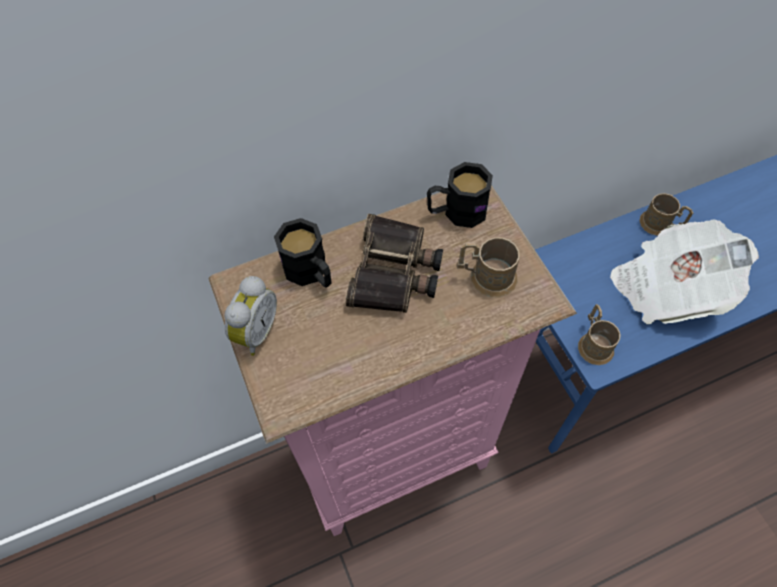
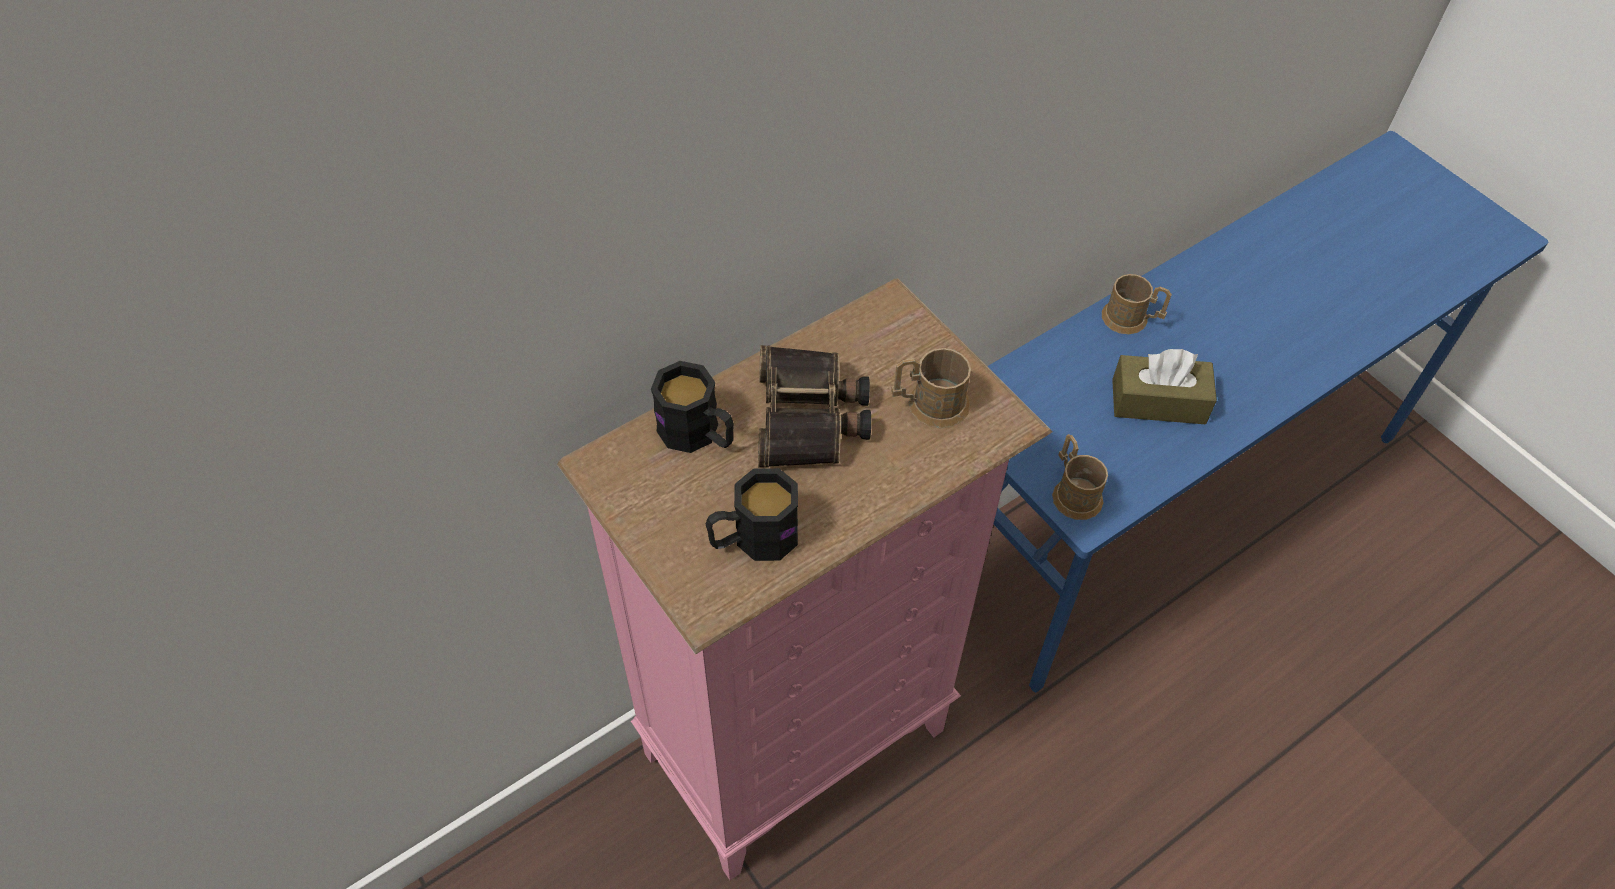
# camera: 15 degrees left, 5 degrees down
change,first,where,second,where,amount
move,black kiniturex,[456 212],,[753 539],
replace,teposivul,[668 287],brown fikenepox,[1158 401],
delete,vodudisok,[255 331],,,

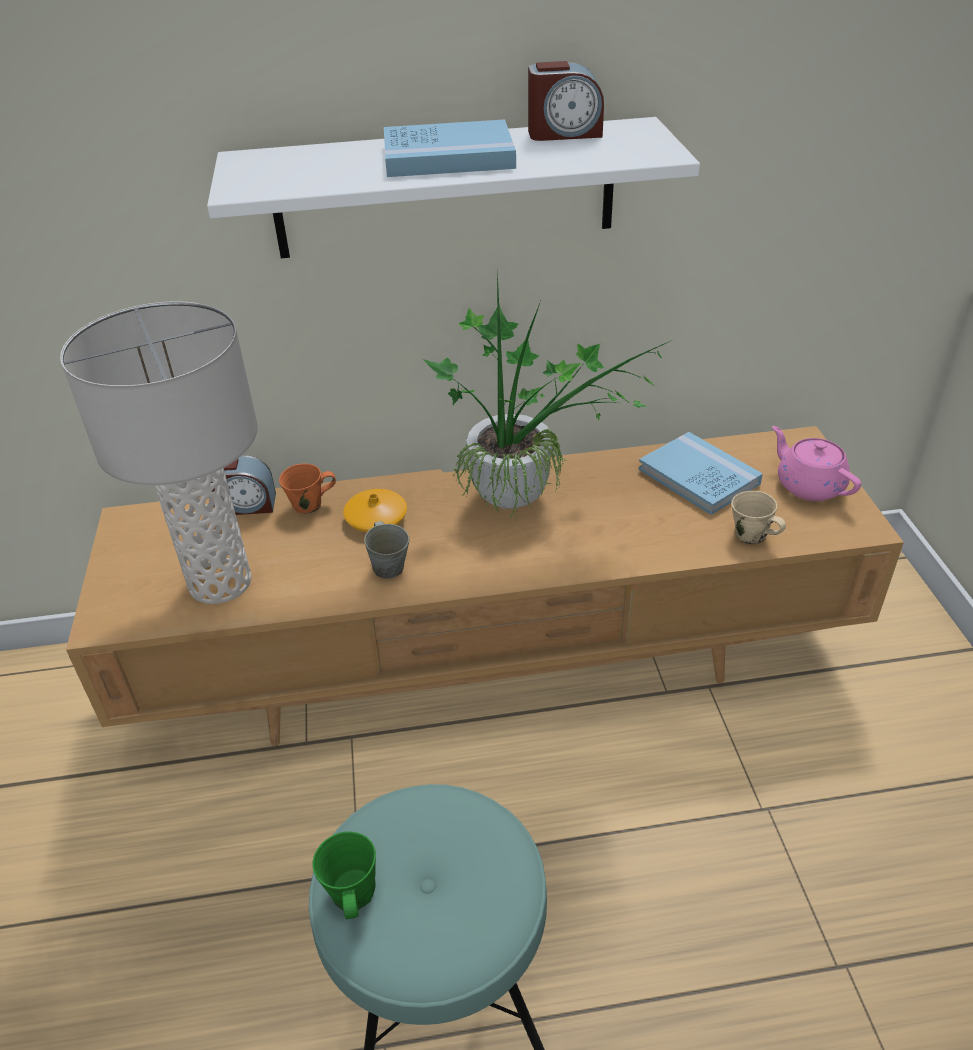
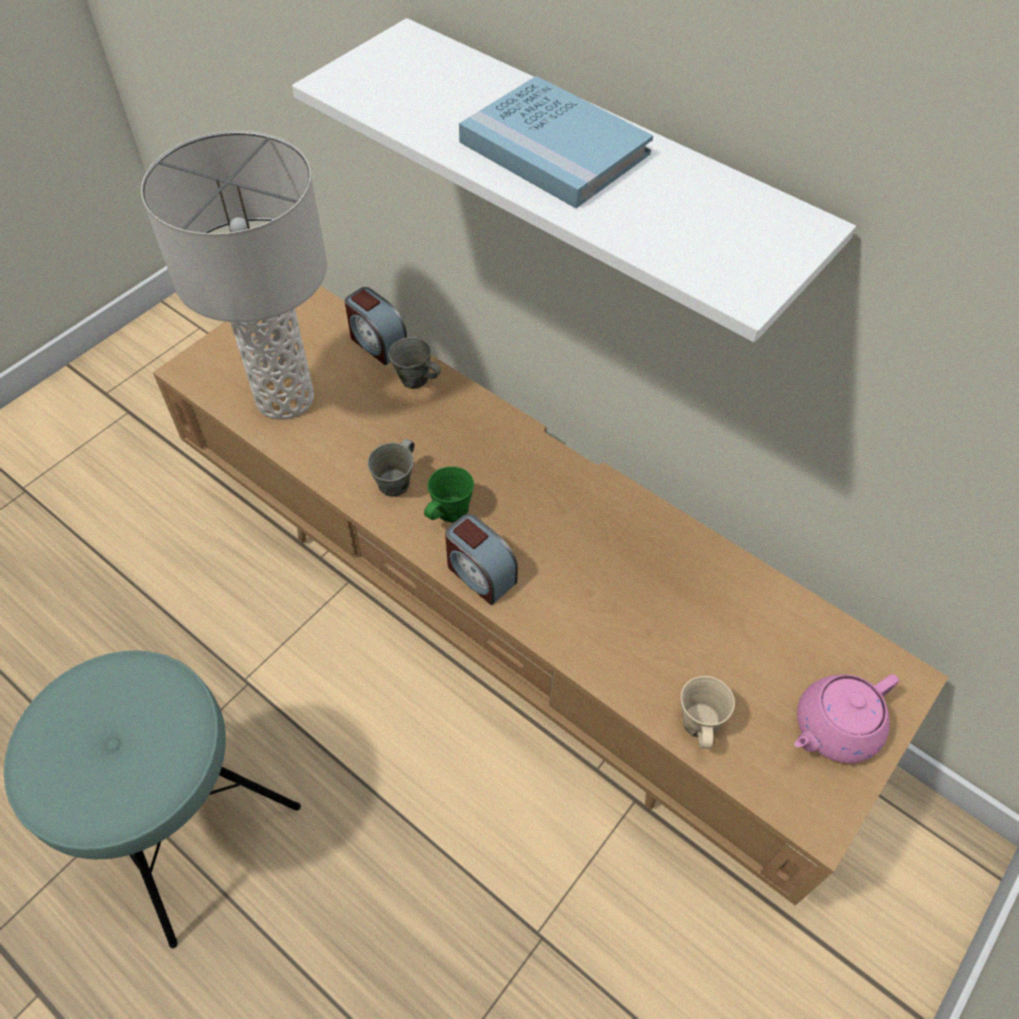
# camera: 45 degrees right, 15 degrees up
change,first,where,second,where,amount
move,vodudisok,[564 133],,[480 573],
delete,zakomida,[527 494],,,
rotate,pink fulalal,[808 485],,[834 728],135 degrees counterclockwise
delete,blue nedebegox,[698 476],,,
recolor,orange kiniturex,[309 505],grey kiniturex,[415 380],
delete,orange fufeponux,[376 518],,,
move,green kiniturex,[352 895],,[449 511],

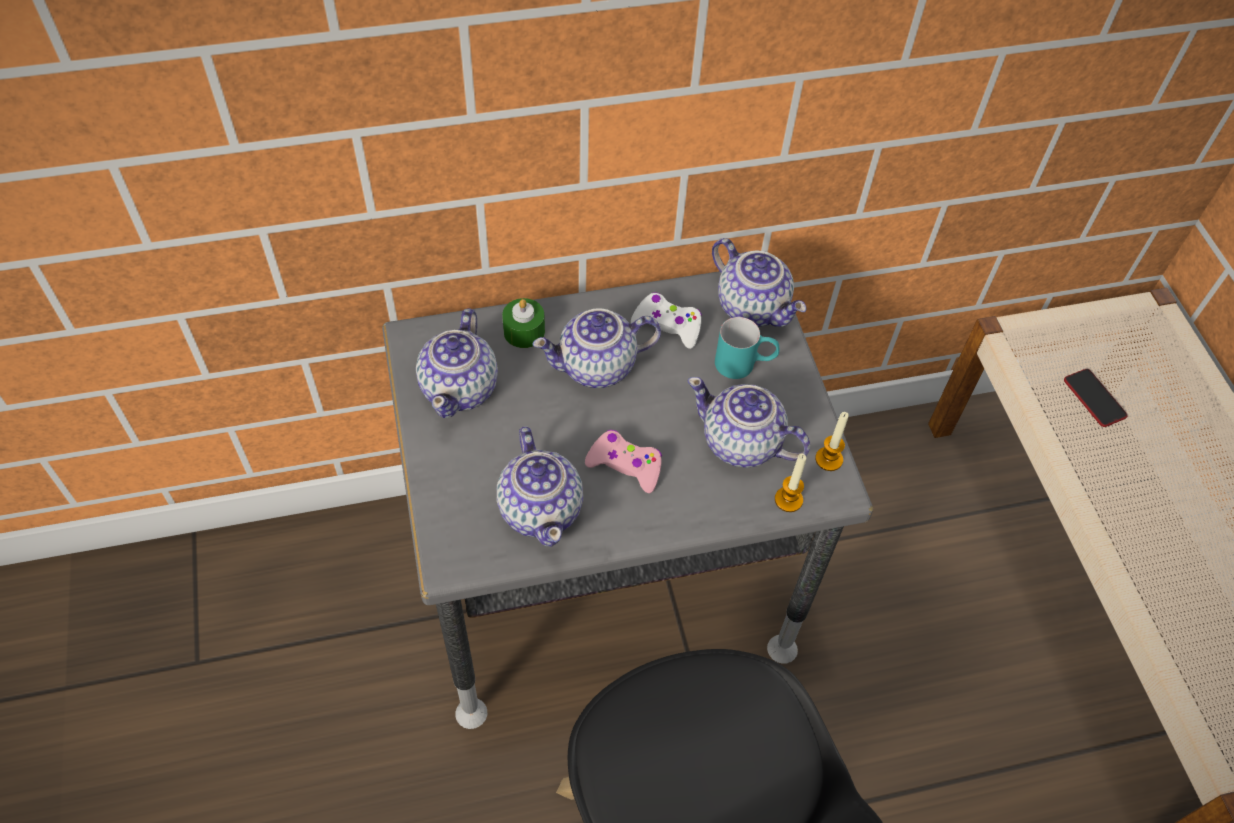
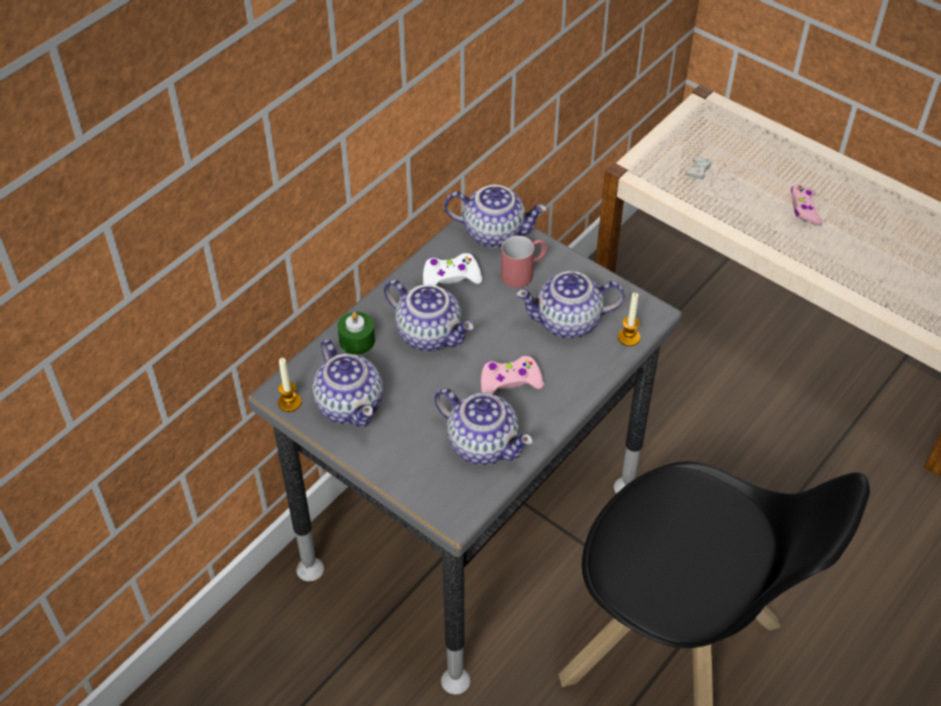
# camera: 35 degrees left, 5 degrees down
change,first,where,second,where,amount
rotate,fulalal,[596 368],,[430 333],90 degrees counterclockwise
recolor,turquoise kiniturex,[744 364],red kiniturex,[524 272],
replace,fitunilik,[1094 398],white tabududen,[717 180],
move,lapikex,[829 459],,[289 402],
insert,,,pink tabududen,[804 209],

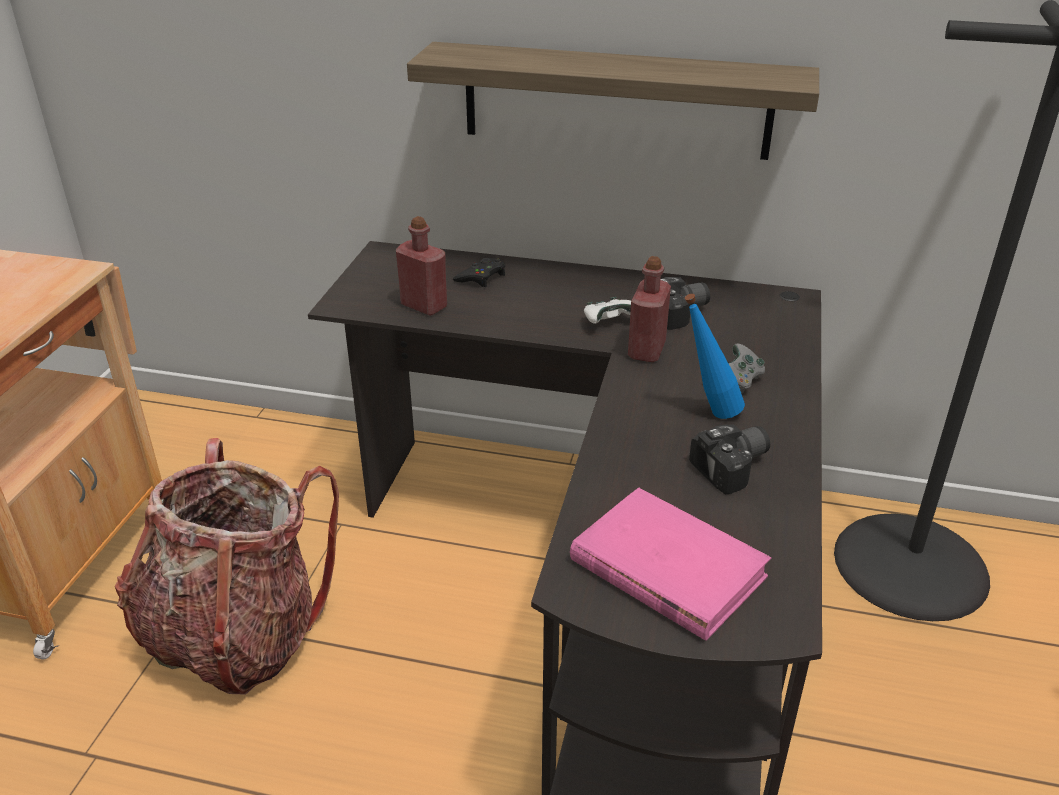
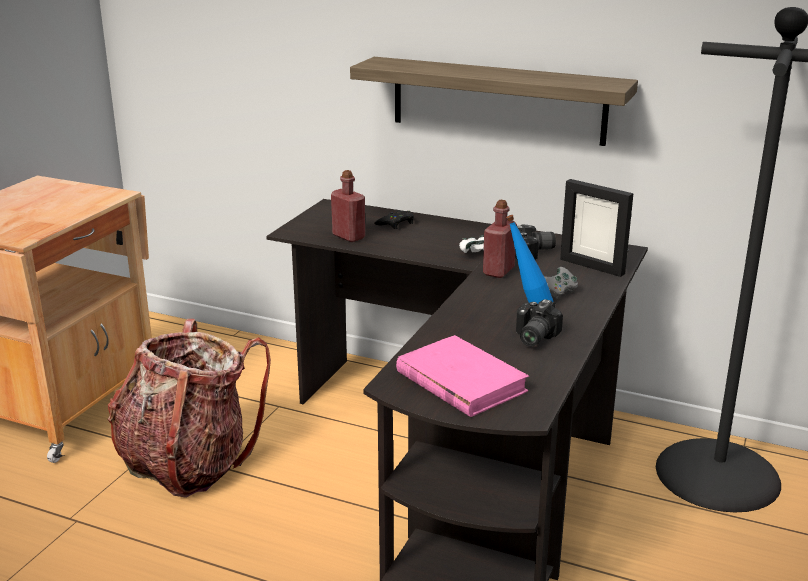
# camera: 10 degrees right, 10 degrees down
change,first,where,second,where,amount
rotate,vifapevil,[734 468],,[532 337],135 degrees clockwise
insert,,,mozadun,[592 266],

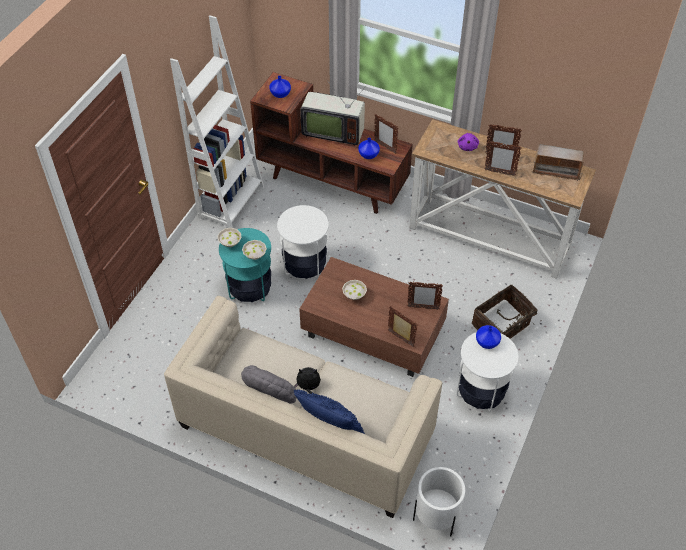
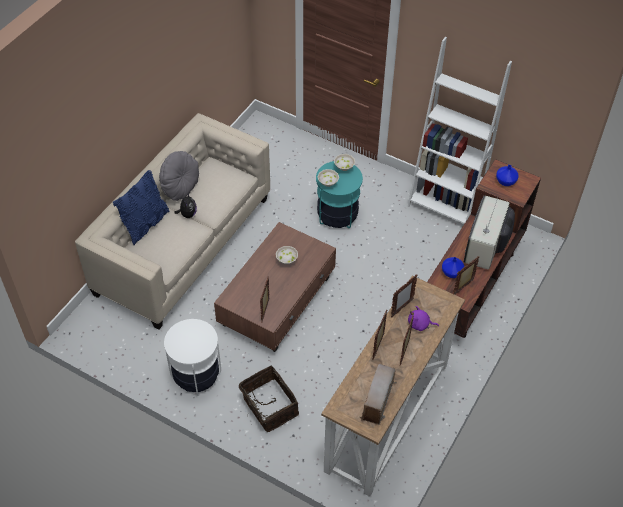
# camera: 95 degrees right, 0 degrees up
change,first,where,second,where,amount
delete,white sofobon,[305 265],,,
move,mozadun,[401 339],,[401 308],
delete,blue fufeponux,[487 343],,,
delete,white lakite,[436 518],,,

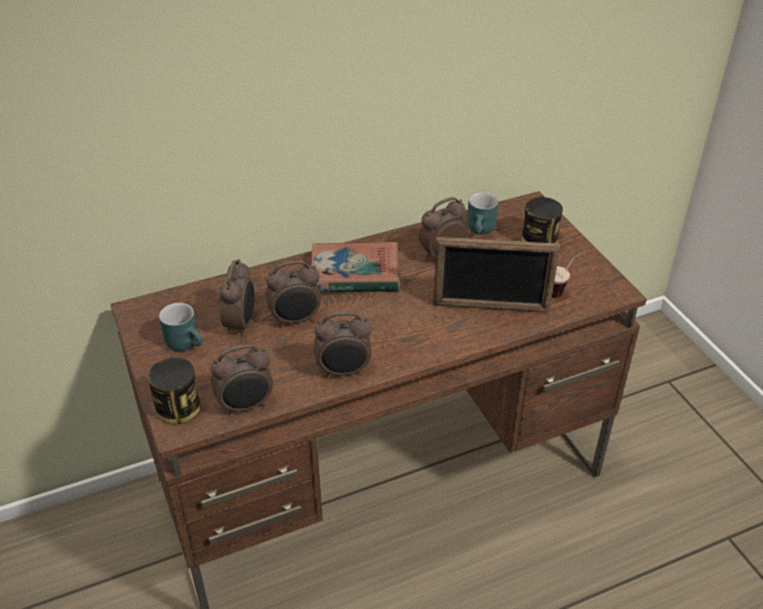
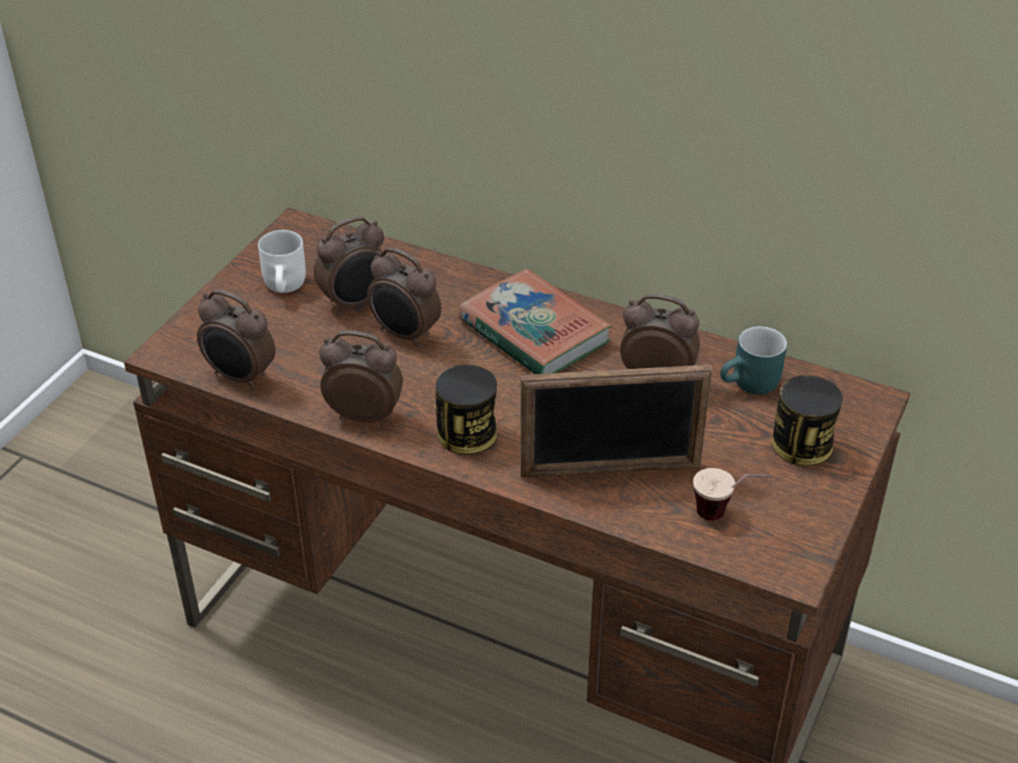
# camera: 50 degrees right, 0 degrees up
change,first,where,second,where,amount
rotate,mozadun,[490 308],,[610 470],60 degrees counterclockwise
recolor,turquoise kiniturex,[187 342],white kiniturex,[287 286],
rotate,vodudisok,[344 372],,[364 415],150 degrees clockwise
move,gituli,[178 407],,[467 434],

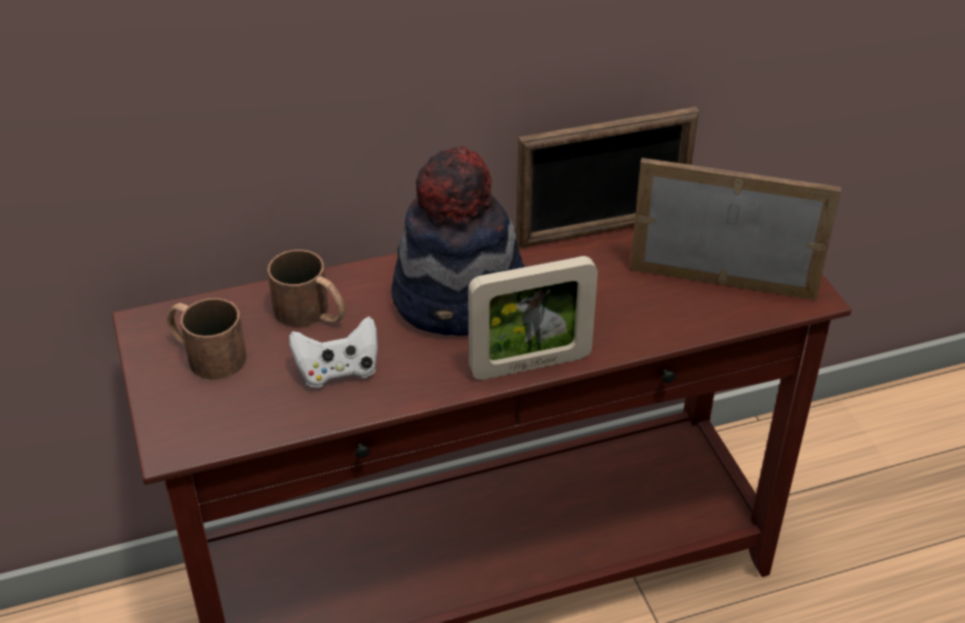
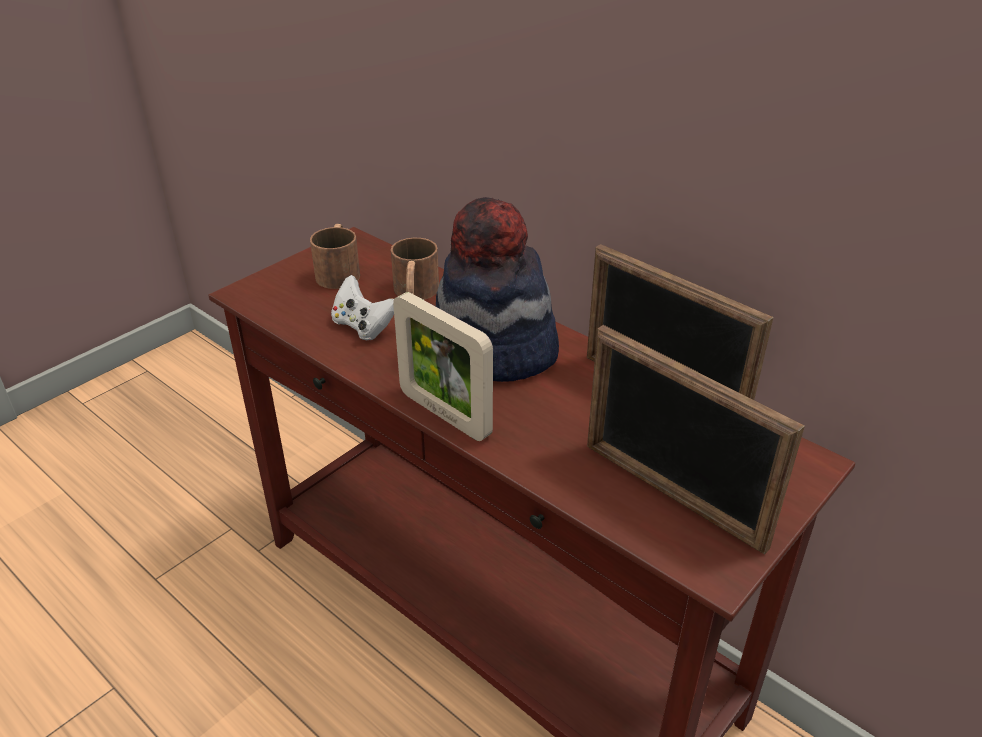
# camera: 60 degrees right, 5 degrees down
change,first,where,second,where,amount
rotate,mozadun,[722 281],,[671 495],150 degrees clockwise

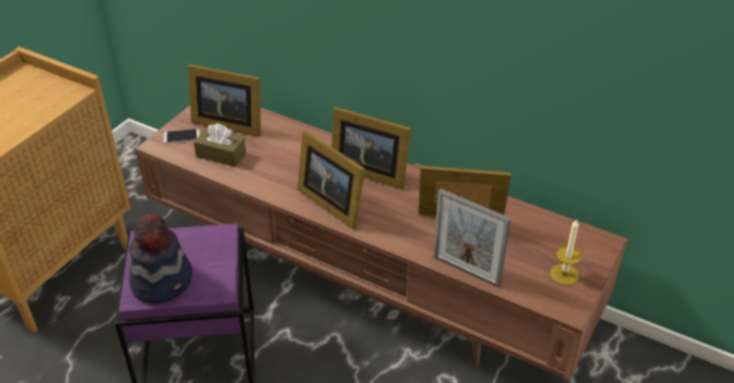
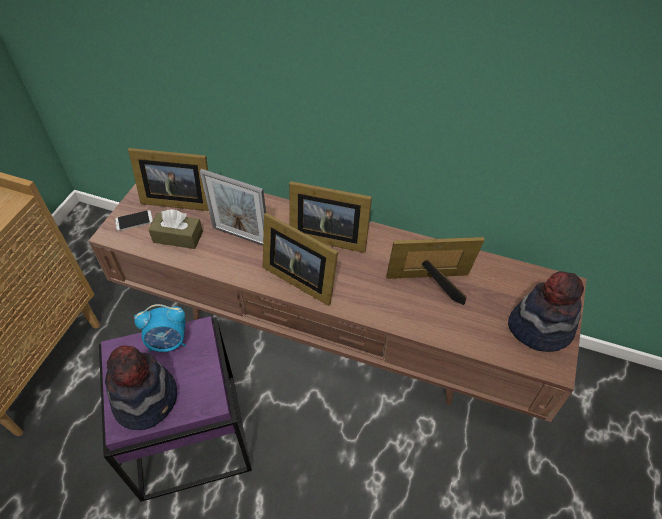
# camera: 10 degrees left, 10 degrees up
change,first,where,second,where,amount
move,mozadun,[466 271],,[241 236],
replace,lapikex,[564 274],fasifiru,[540 327],
insert,,,vodudisok,[168 342],

